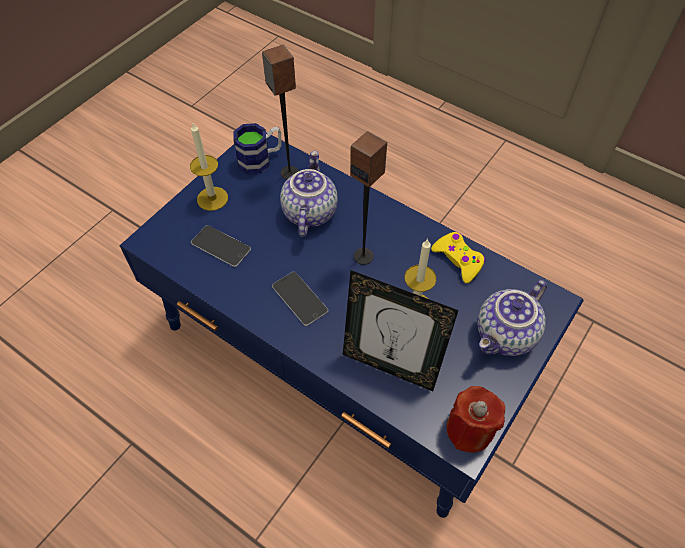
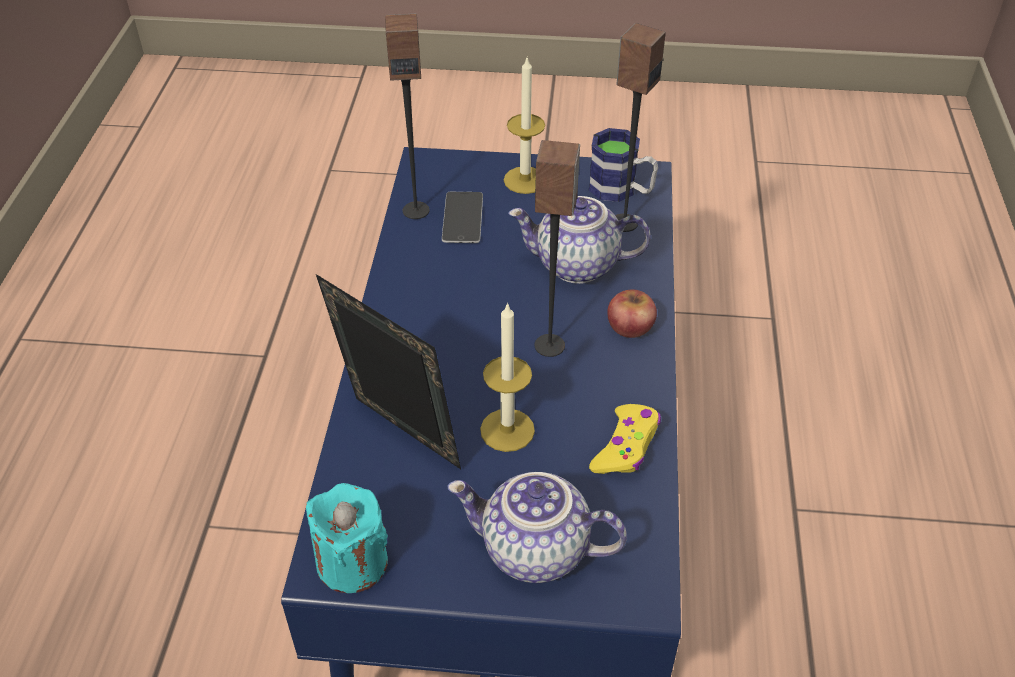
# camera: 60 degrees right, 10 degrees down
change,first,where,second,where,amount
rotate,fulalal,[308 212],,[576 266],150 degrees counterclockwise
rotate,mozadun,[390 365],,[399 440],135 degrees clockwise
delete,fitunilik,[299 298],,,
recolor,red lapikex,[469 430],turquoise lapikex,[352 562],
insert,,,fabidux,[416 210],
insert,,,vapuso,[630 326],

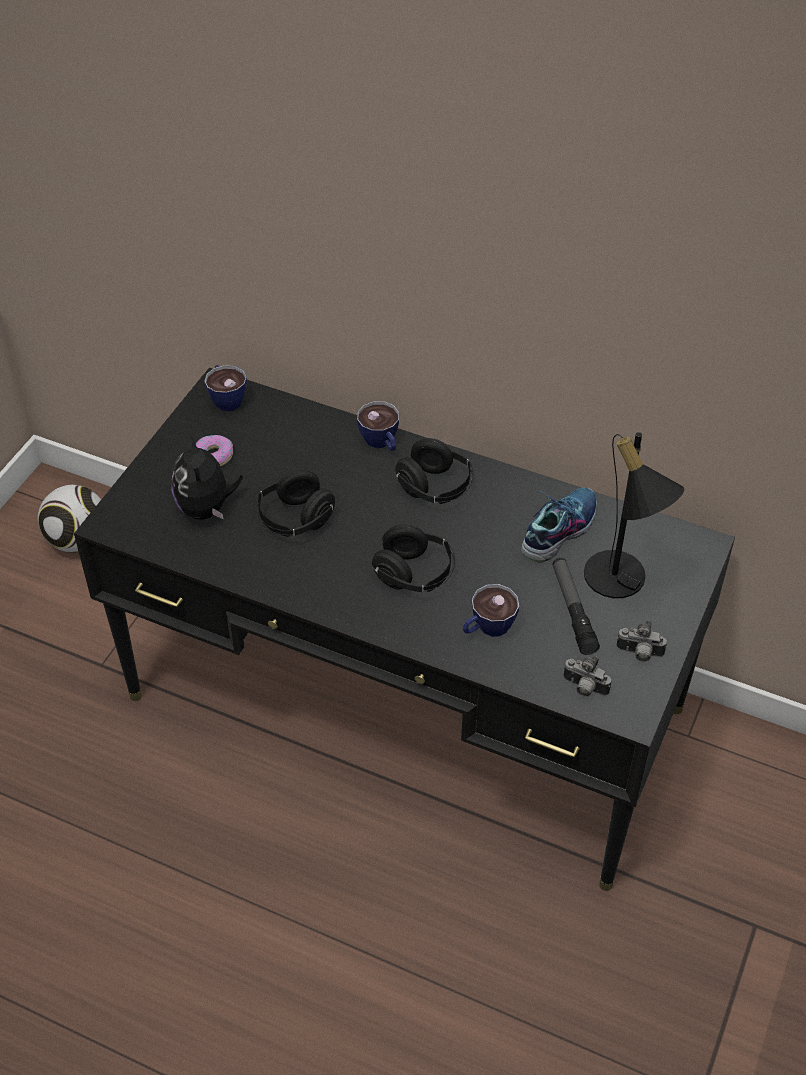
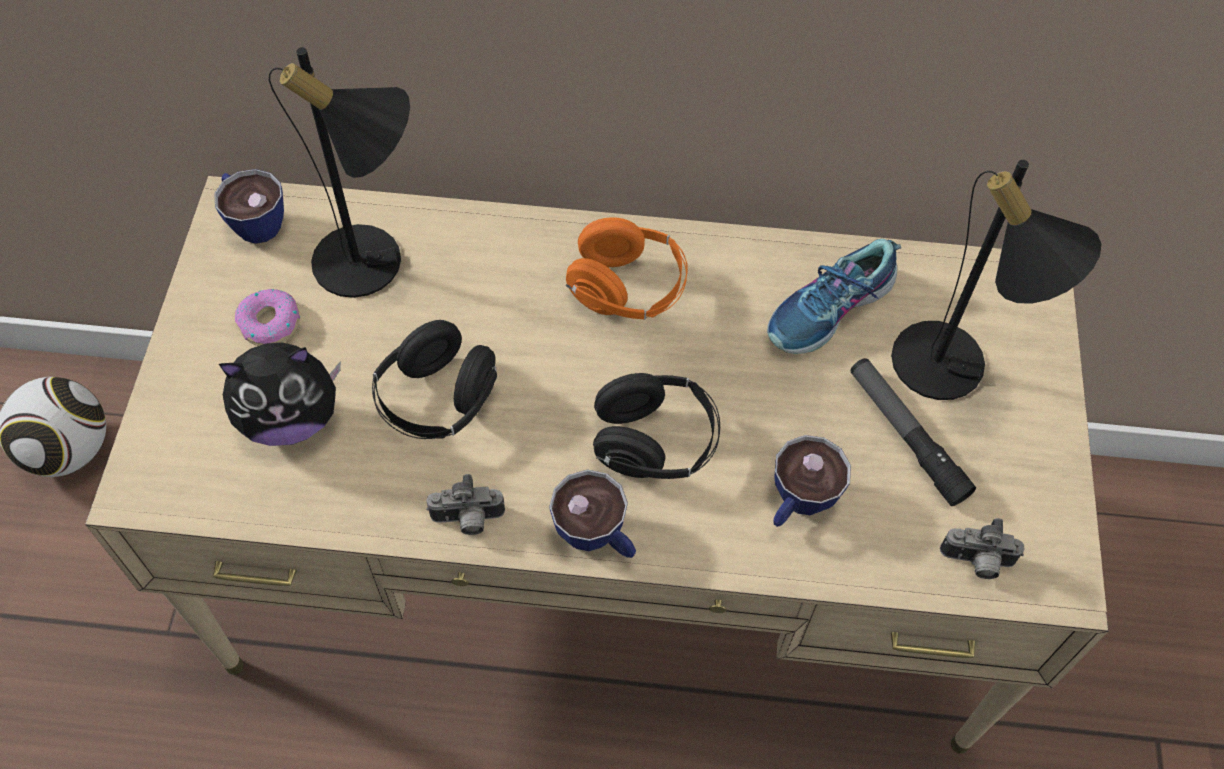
# camera: 20 degrees left, 10 degrees up
change,first,where,second,where,amount
recolor,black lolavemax,[404 702],beige lolavemax,[608 562],
move,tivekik,[381 443],,[597 537],
rotate,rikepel,[206 508],,[291 419],75 degrees counterclockwise
recolor,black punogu,[435 488],orange punogu,[627 290],
rotate,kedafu,[558 530],,[830 310],150 degrees counterclockwise
move,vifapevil,[639 654],,[468 520],
insert,,,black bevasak,[374 265],

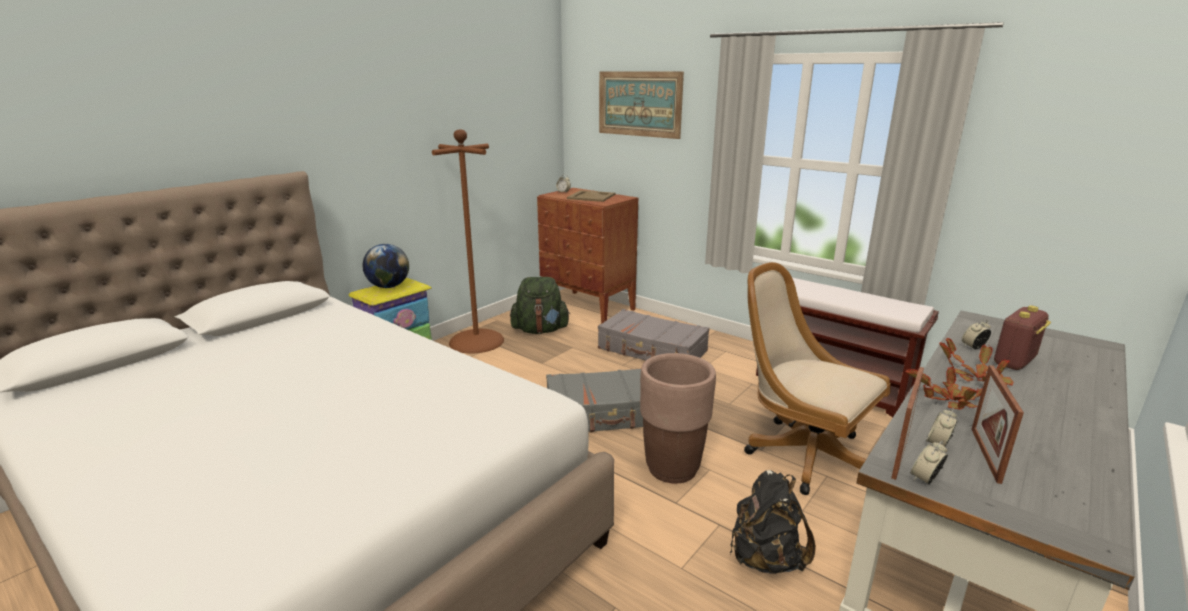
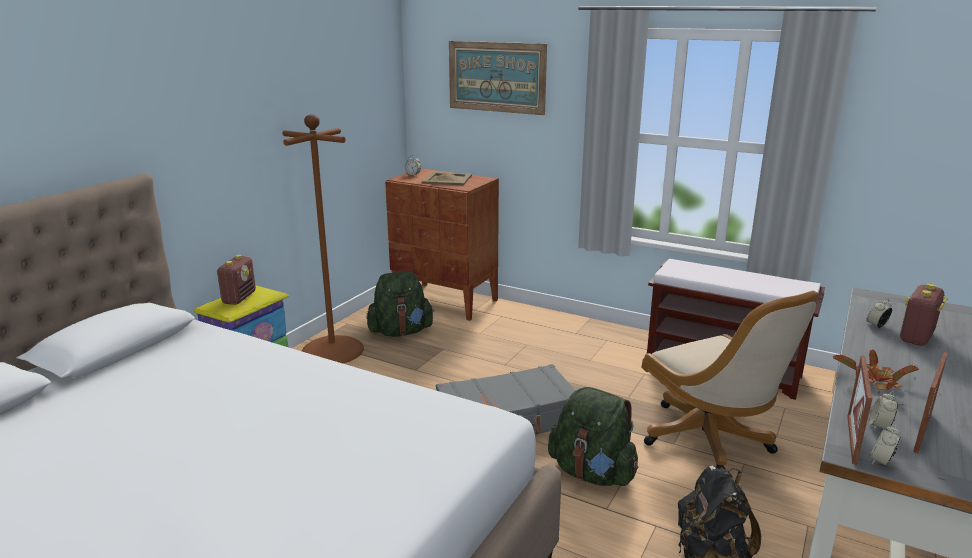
# camera: 10 degrees left, 0 degrees up
change,first,where,second,where,amount
replace,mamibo,[388 286],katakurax,[239 298],
rotate,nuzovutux,[801 452],,[713 442],150 degrees counterclockwise
delete,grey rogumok,[652 350],,,
delete,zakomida,[976 378],,,
replace,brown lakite,[672 468],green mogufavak,[592 473],
rotate,mozadun,[985 454],,[922 432],150 degrees counterclockwise

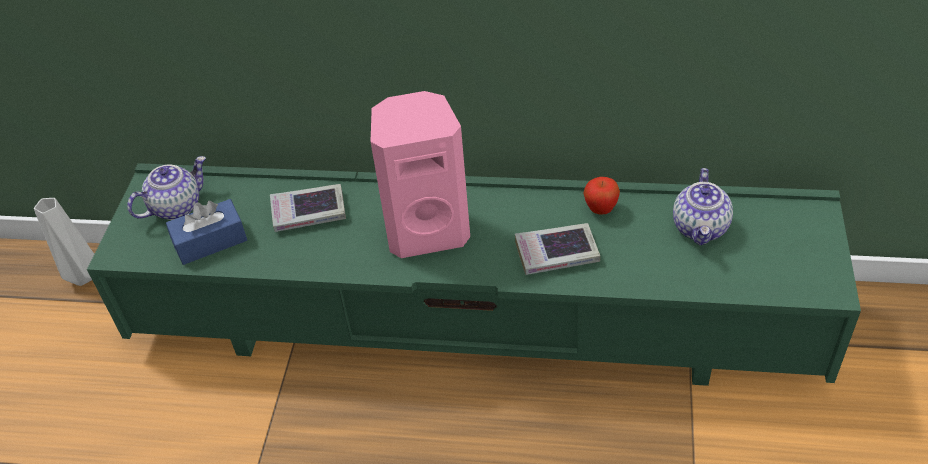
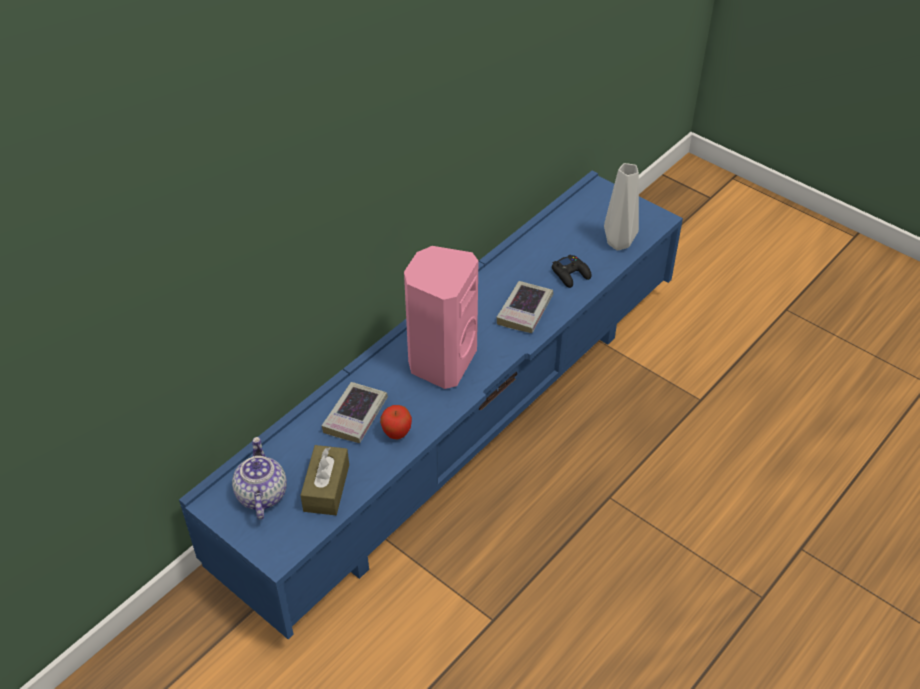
# camera: 60 degrees left, 0 degrees up
change,first,where,second,where,amount
recolor,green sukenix,[472 320],blue sukenix,[458 420],
delete,fulalal,[701 228],,,
move,vapuso,[600 210],,[397 434],
move,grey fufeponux,[83 275],,[617 242],
recolor,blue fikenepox,[210 241],brown fikenepox,[326 488],
insert,,,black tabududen,[571 274],

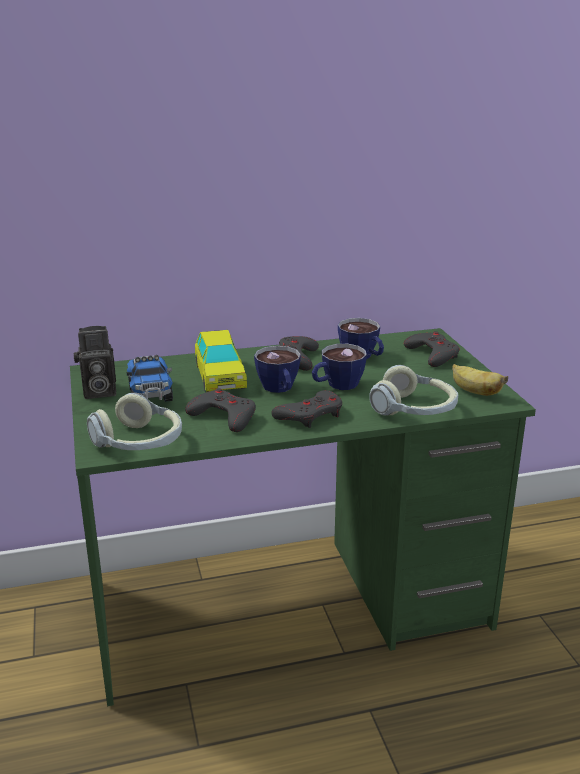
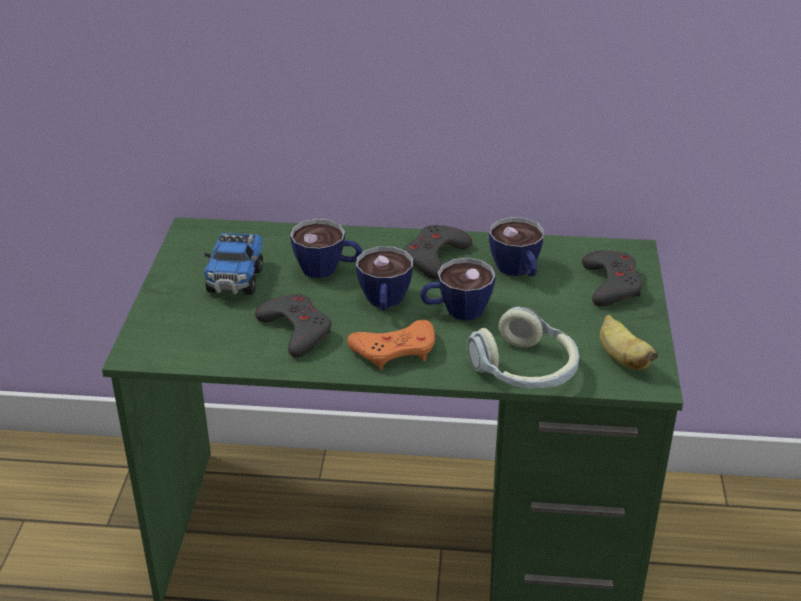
# camera: 20 degrees right, 10 degrees up
change,first,where,second,where,amount
delete,vifapevil,[97 392],,,
replace,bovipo,[220 377],tivekik,[328 269],
recolor,grey tabududen,[310 415],orange tabududen,[395 350],
delete,punogu,[139 443],,,

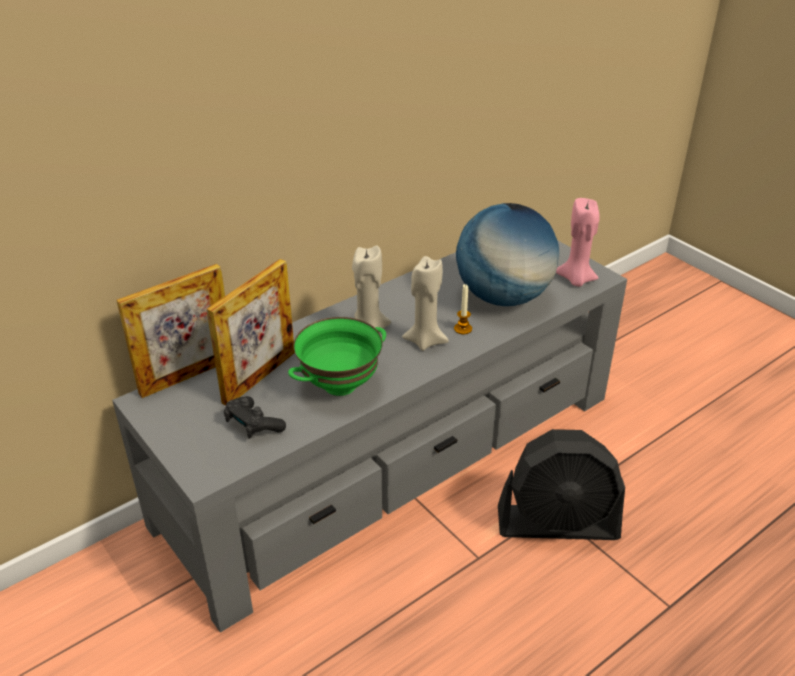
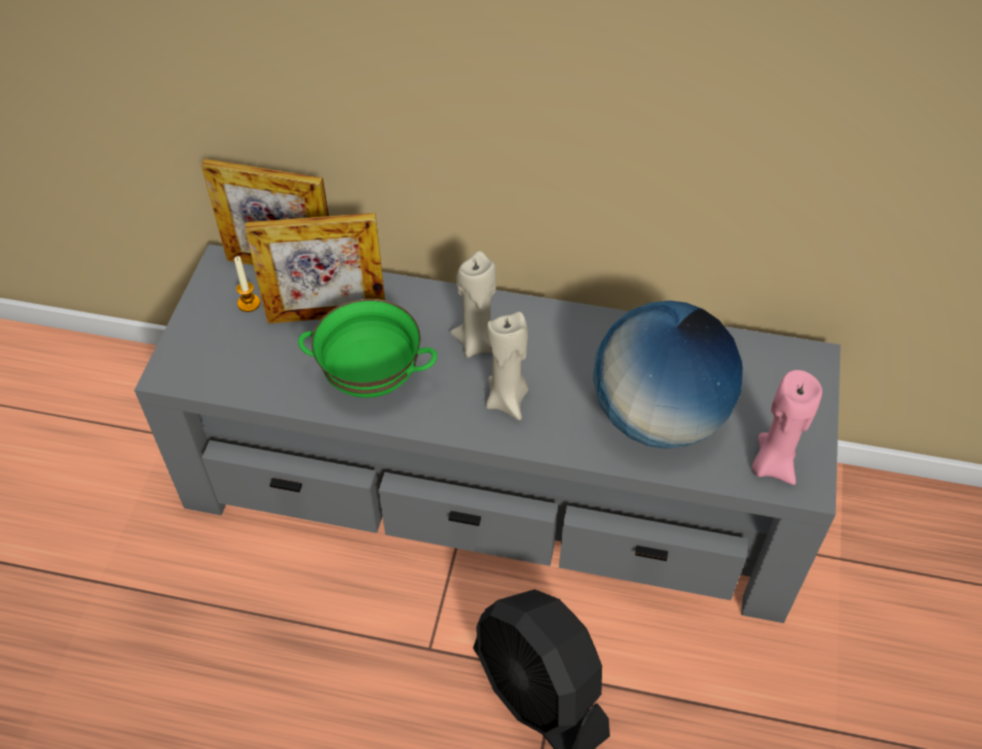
# camera: 50 degrees right, 15 degrees up
change,first,where,second,where,amount
move,lapikex,[463 329],,[249 303],
delete,black tabududen,[253 425],,,

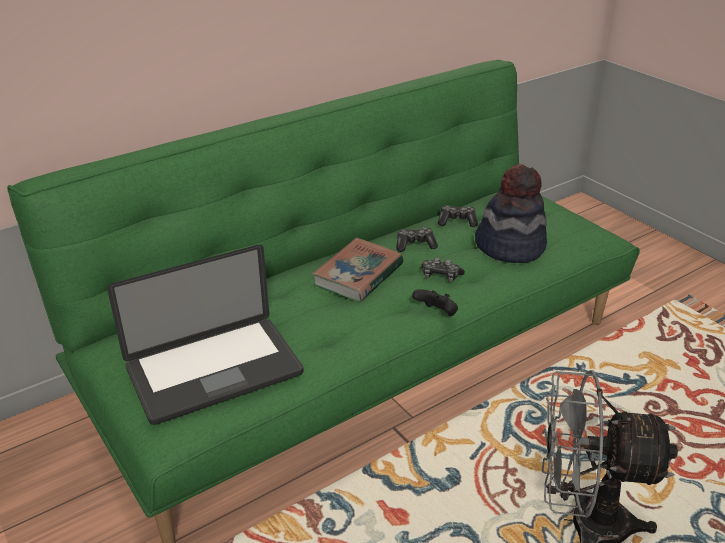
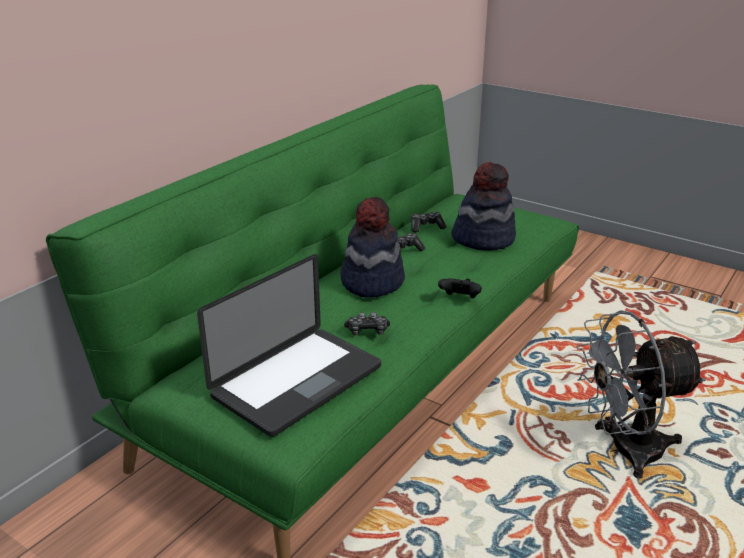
# camera: 20 degrees left, 5 degrees down
change,first,where,second,where,amount
replace,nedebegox,[358 275],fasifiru,[371 281],
move,tabududen,[440 276],,[367 331],

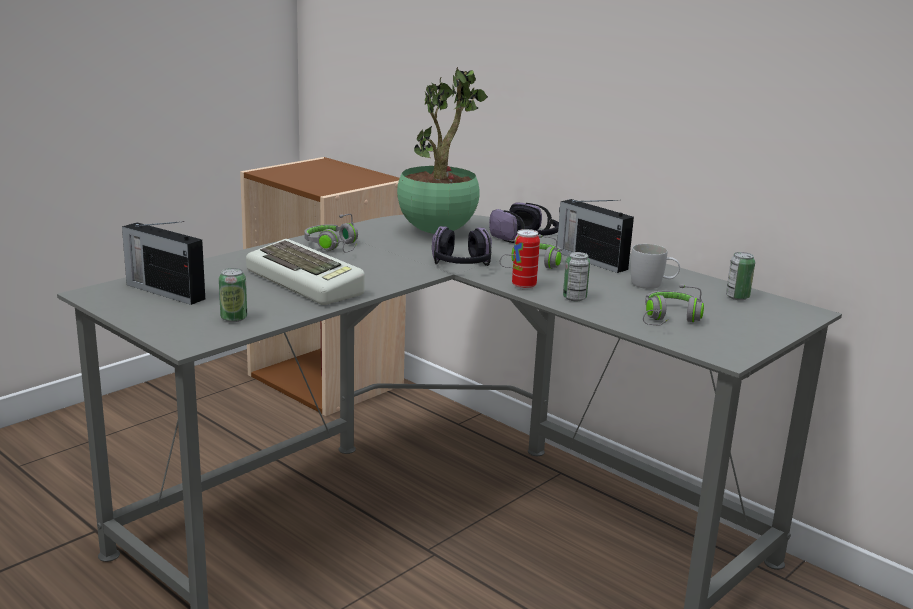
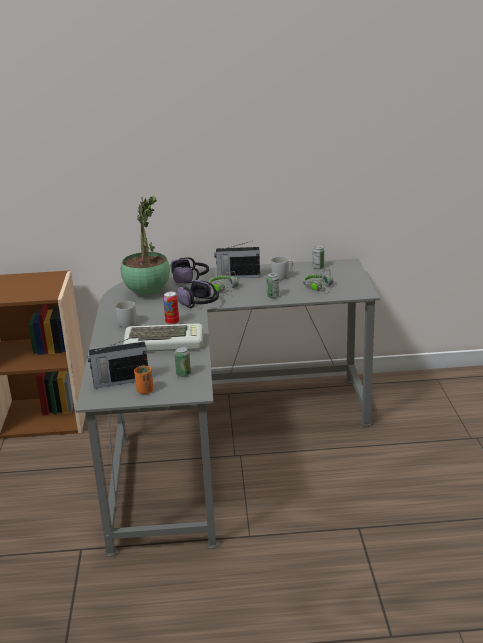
# camera: 45 degrees left, 5 degrees up
change,first,where,second,where,amount
replace,grey punogu,[334 247],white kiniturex,[127 322],
move,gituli,[524 286],,[172 322],
insert,,,orange tivekik,[145 391],

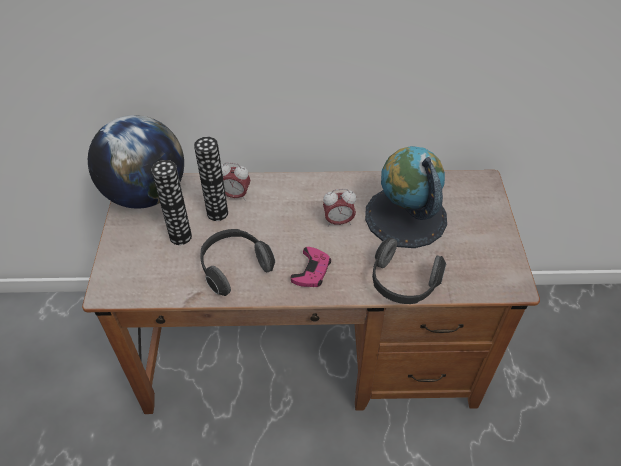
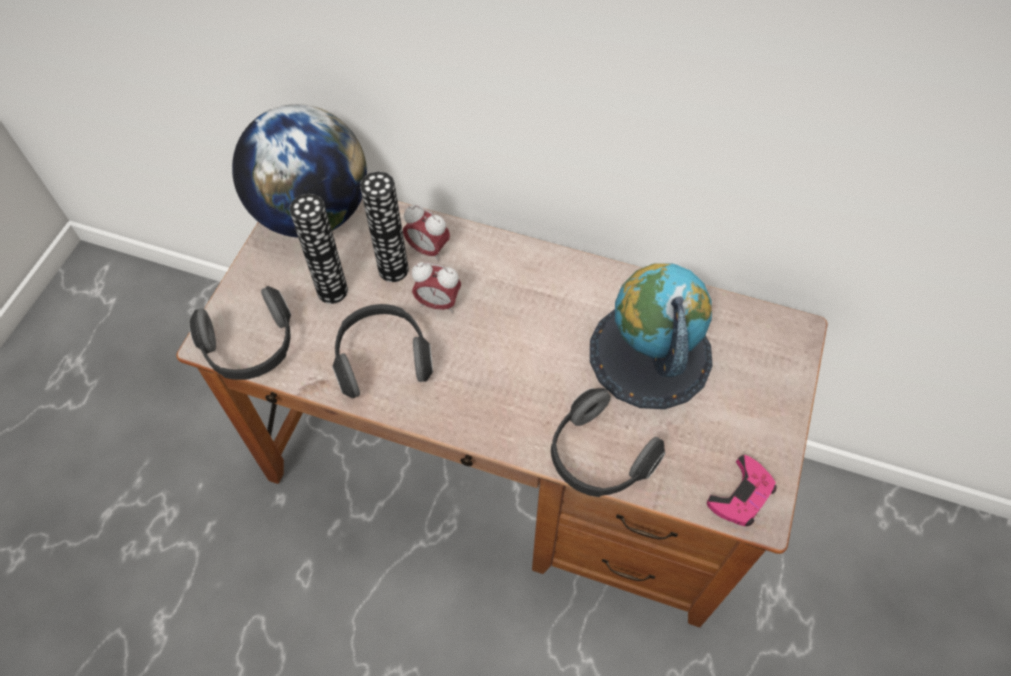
# camera: 20 degrees right, 10 degrees up
change,first,where,second,where,amount
move,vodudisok,[338 222],,[438 303],
move,pink tabududen,[311 270],,[741 495],
insert,,,punogu,[251 348],

